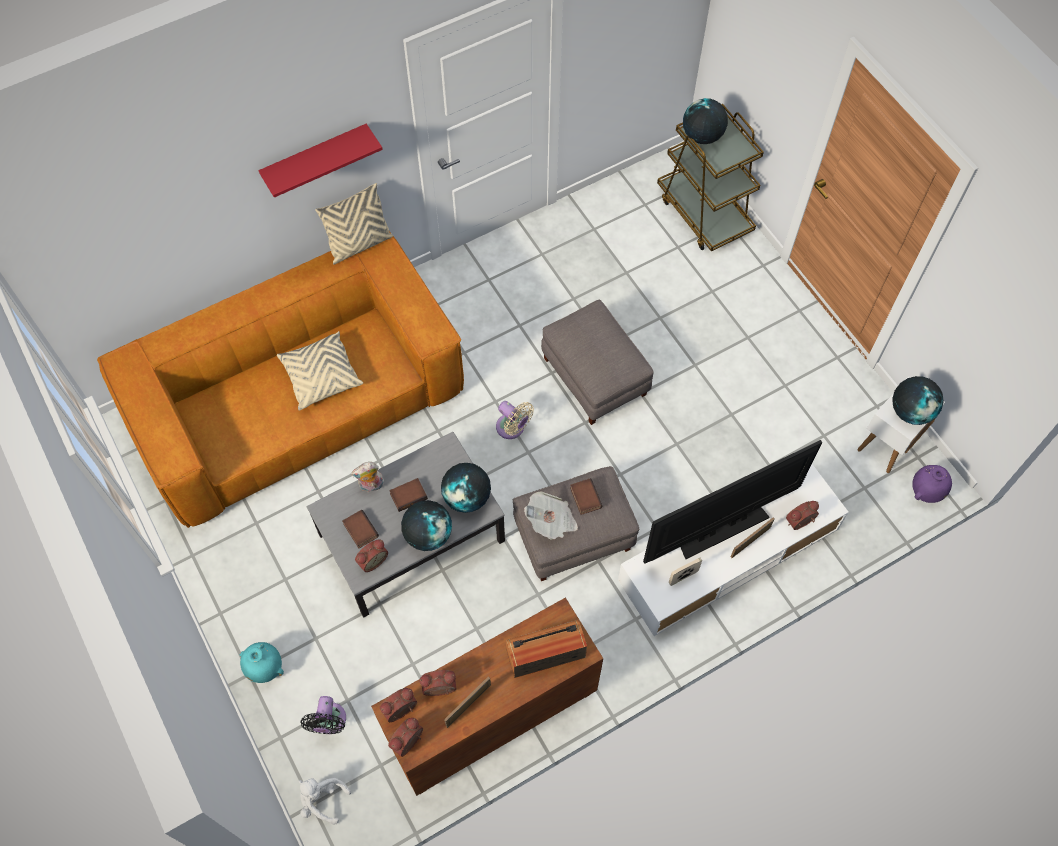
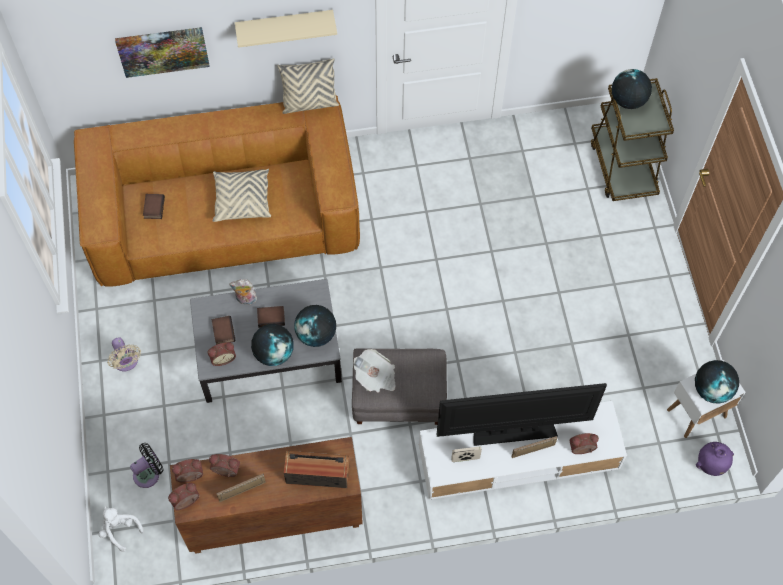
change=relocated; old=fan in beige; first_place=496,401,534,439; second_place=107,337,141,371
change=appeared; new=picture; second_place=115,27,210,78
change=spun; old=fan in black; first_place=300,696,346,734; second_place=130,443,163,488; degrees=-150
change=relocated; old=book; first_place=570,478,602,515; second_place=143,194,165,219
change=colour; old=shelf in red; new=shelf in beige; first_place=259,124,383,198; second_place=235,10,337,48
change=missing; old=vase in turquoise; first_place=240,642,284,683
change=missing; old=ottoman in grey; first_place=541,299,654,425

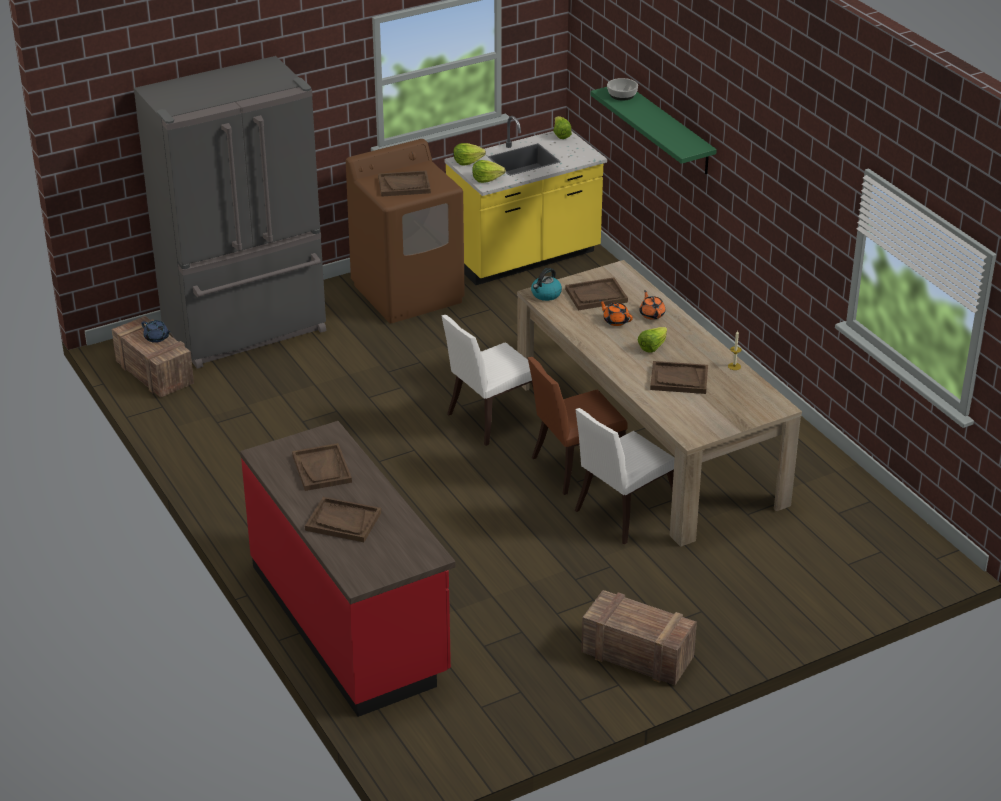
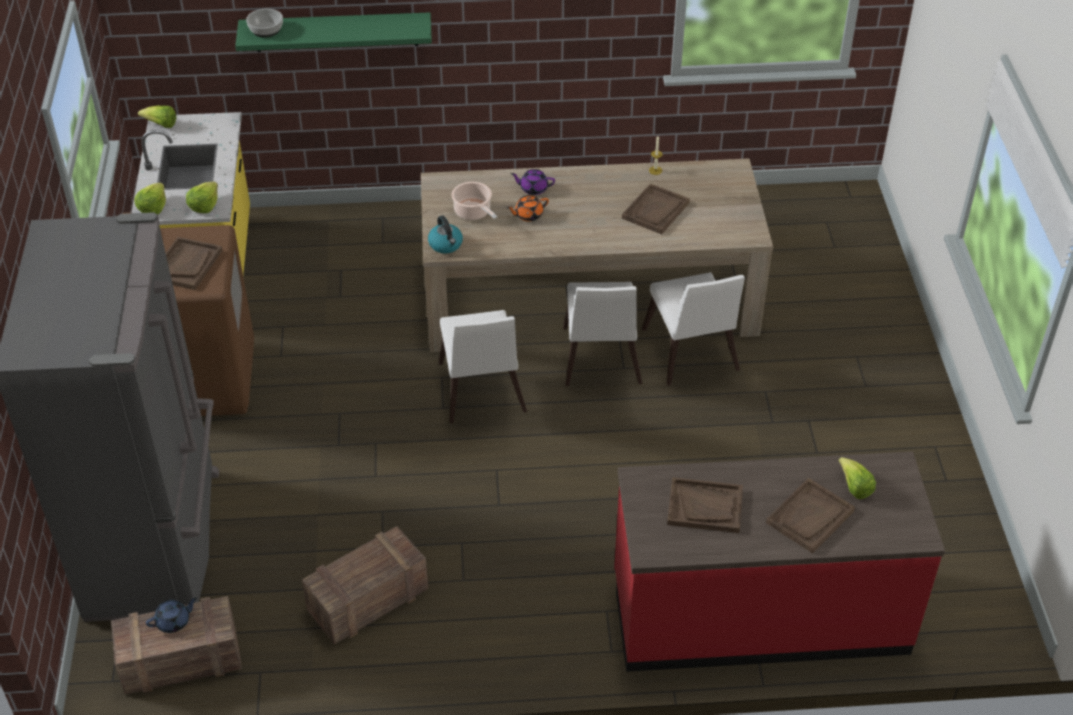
change=relocated; old=crate; first_place=581,590,697,685; second_place=302,526,428,644
change=exchanged; old=tray in brown; new=cooking pot; first_place=565,277,628,310; second_place=451,182,497,220
change=colour; old=teapot in orange; new=teapot in purple; first_place=639,290,665,320; second_place=511,169,555,195
change=colour; old=chair in brown; new=chair in white; first_place=528,357,628,495; second_place=563,282,642,386
change=relocated; old=lettuce; first_place=638,327,667,352; second_place=838,457,876,499

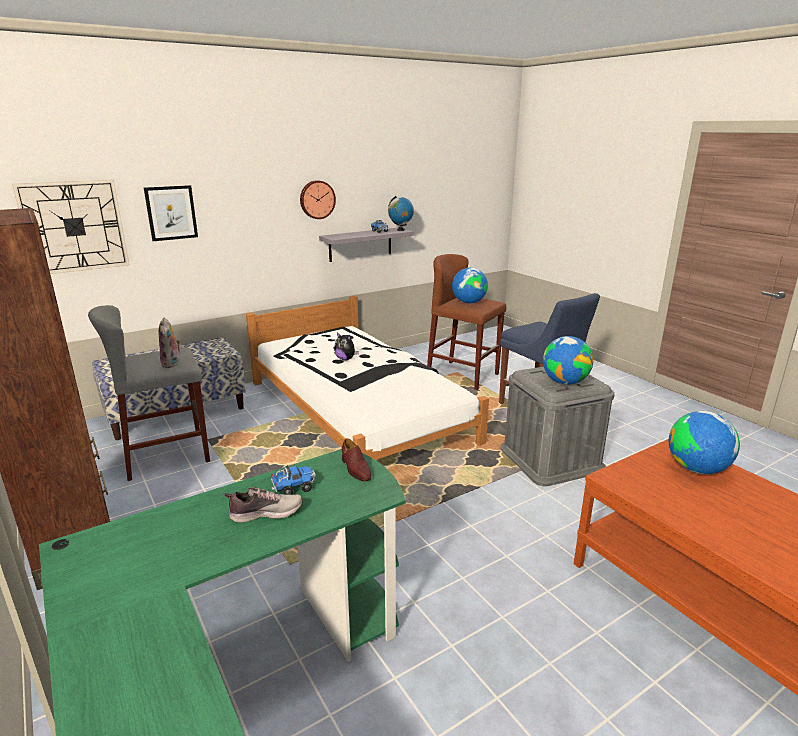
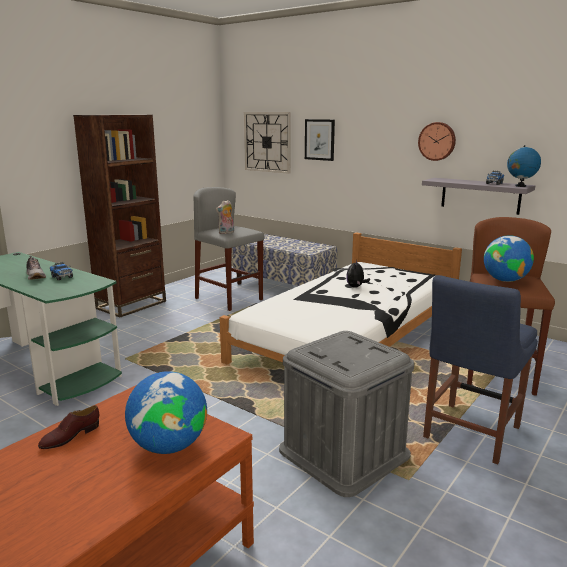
change=relocated; old=shoe in brown; first_place=342,438,371,482; second_place=38,405,99,449
change=missing; old=globe; first_place=543,336,593,385

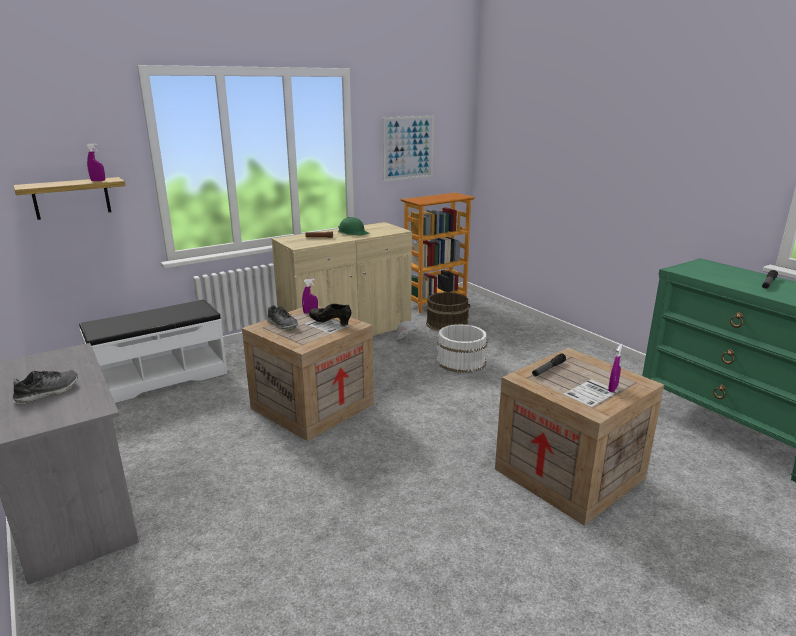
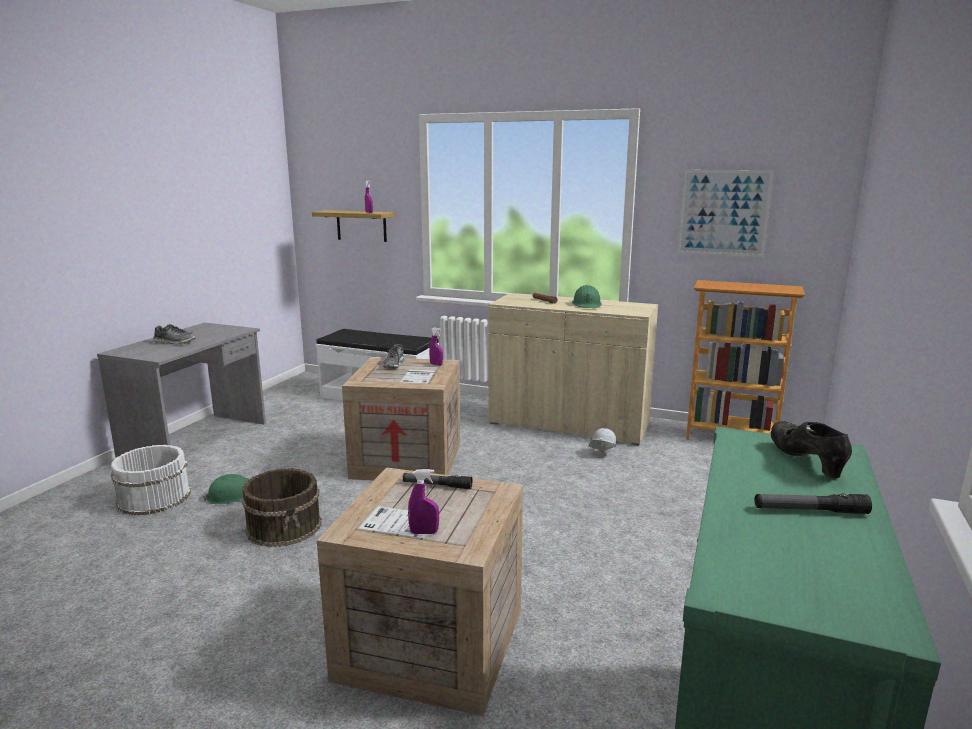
change=relocated; old=bucket in white; first_place=437,324,487,373; second_place=111,445,191,515
change=appeared; new=hard hat in green; second_place=202,474,249,504
change=relocated; old=bucket in brown; first_place=426,292,470,331; second_place=241,468,322,547
change=relocated; old=shoe in black; first_place=309,304,351,325; second_place=771,421,852,479

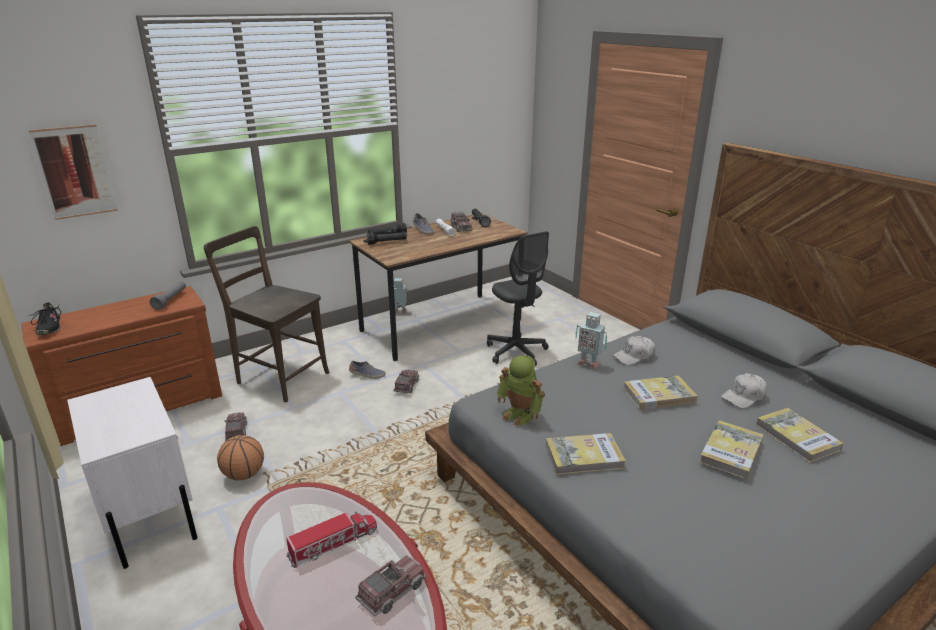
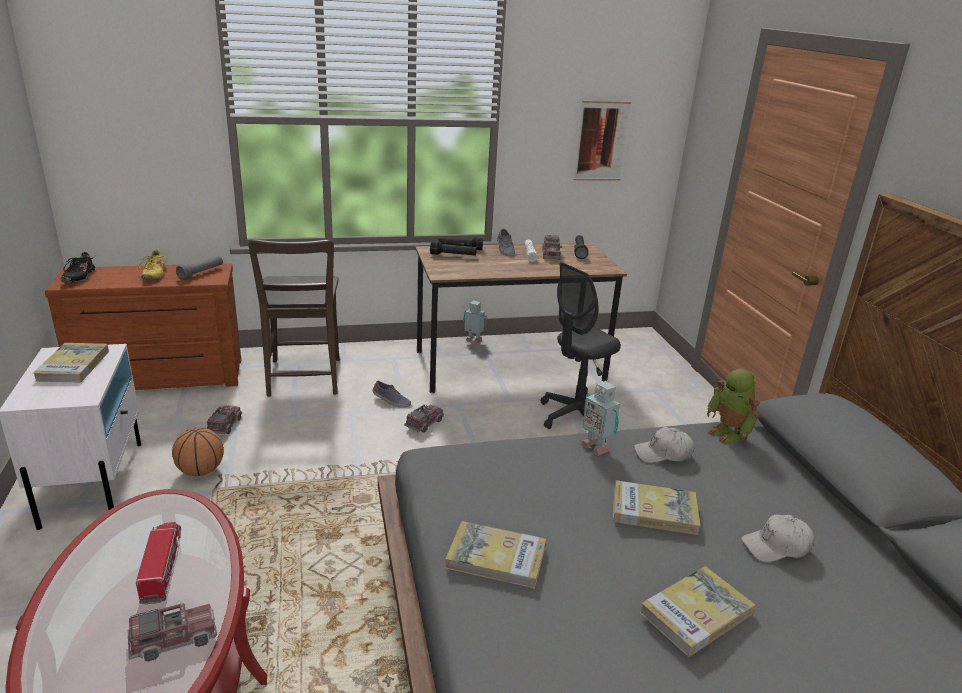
change=relocated; old=book; first_place=756,408,843,462; second_place=33,343,109,383
change=spun; old=toy truck; first_place=286,512,377,568; second_place=136,522,181,604; degrees=-90
change=appeared; new=shoe in yellow; second_place=139,250,167,280
change=spun; old=chair in brown; first_place=204,226,330,402; second_place=248,239,340,397; degrees=-150
change=spun; old=office chair in grey; first_place=487,231,549,366; second_place=541,262,621,429; degrees=60
change=relocated; old=picture; first_place=28,124,118,220; second_place=574,101,631,181
change=relocated; old=toy robot; first_place=497,356,545,426; second_place=707,369,760,444

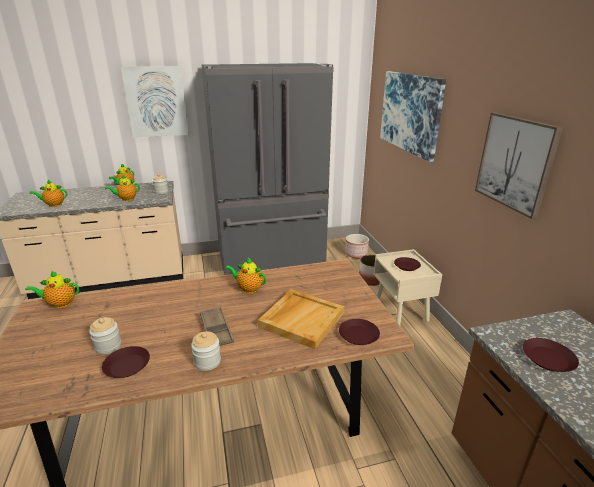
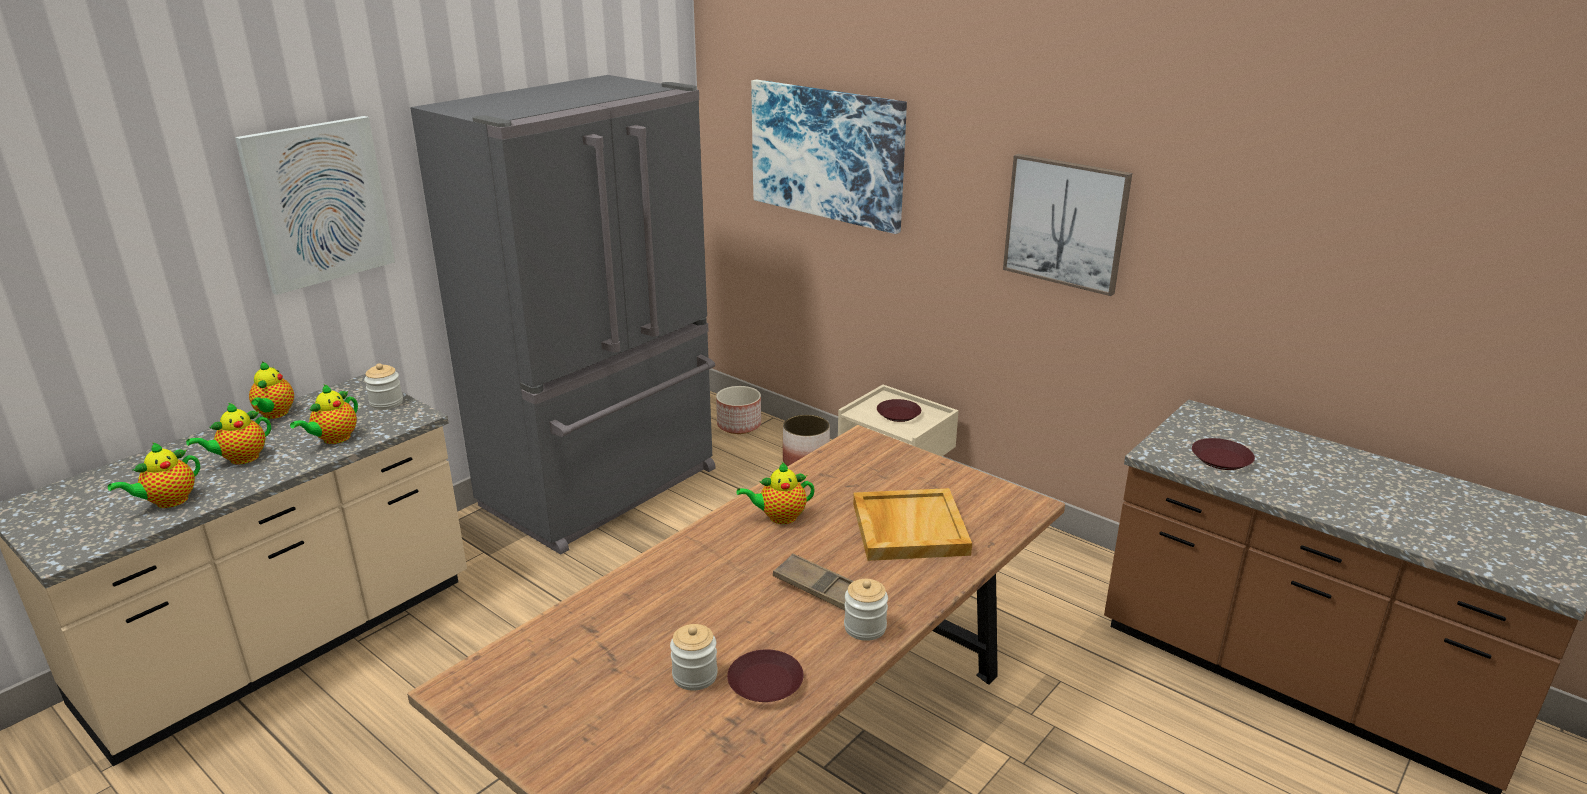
change=relocated; old=teapot; first_place=25,271,79,308; second_place=186,403,271,464
change=missing; old=plate in brown; first_place=339,319,380,345

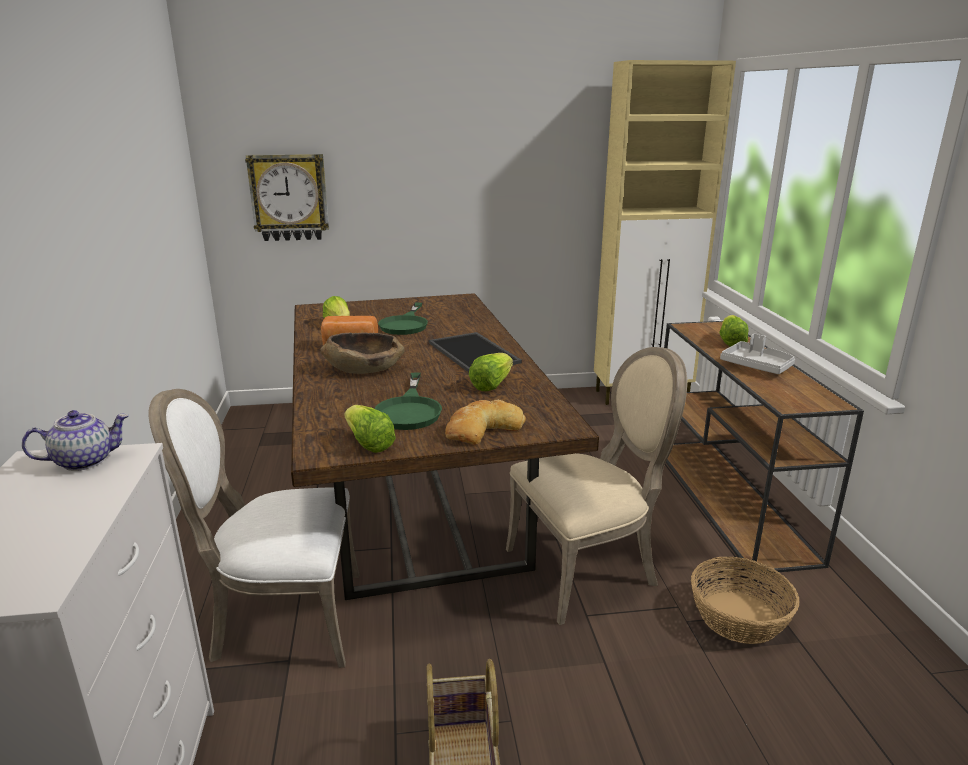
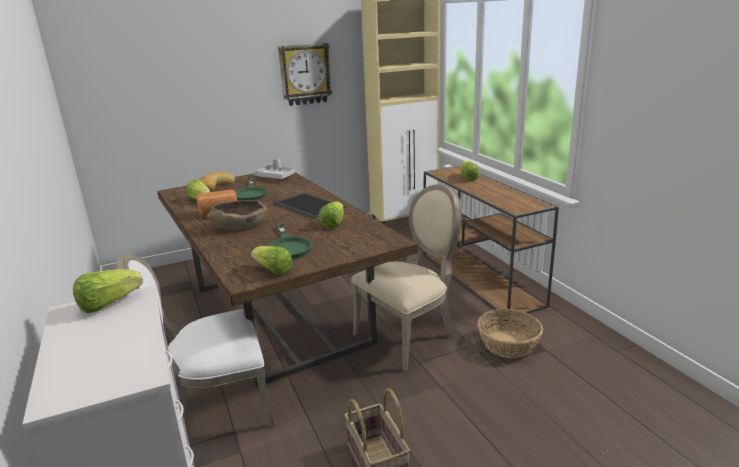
change=exchanged; old=teapot; new=lettuce; first_place=22,410,129,471; second_place=73,269,143,313
change=relocated; old=bread; first_place=445,400,526,445; second_place=200,171,235,190
change=relocated; old=tray in grey; first_place=720,333,795,374; second_place=254,159,295,179
change=relocated; old=wall clock; first_place=245,154,329,241; second_place=278,43,332,106

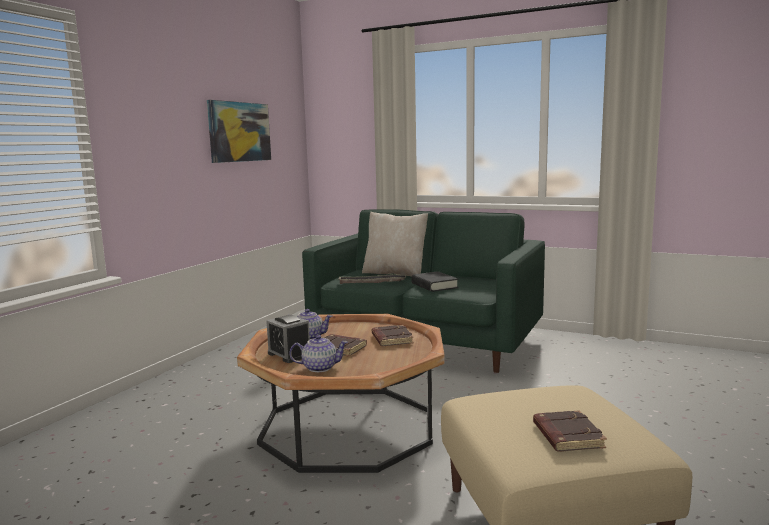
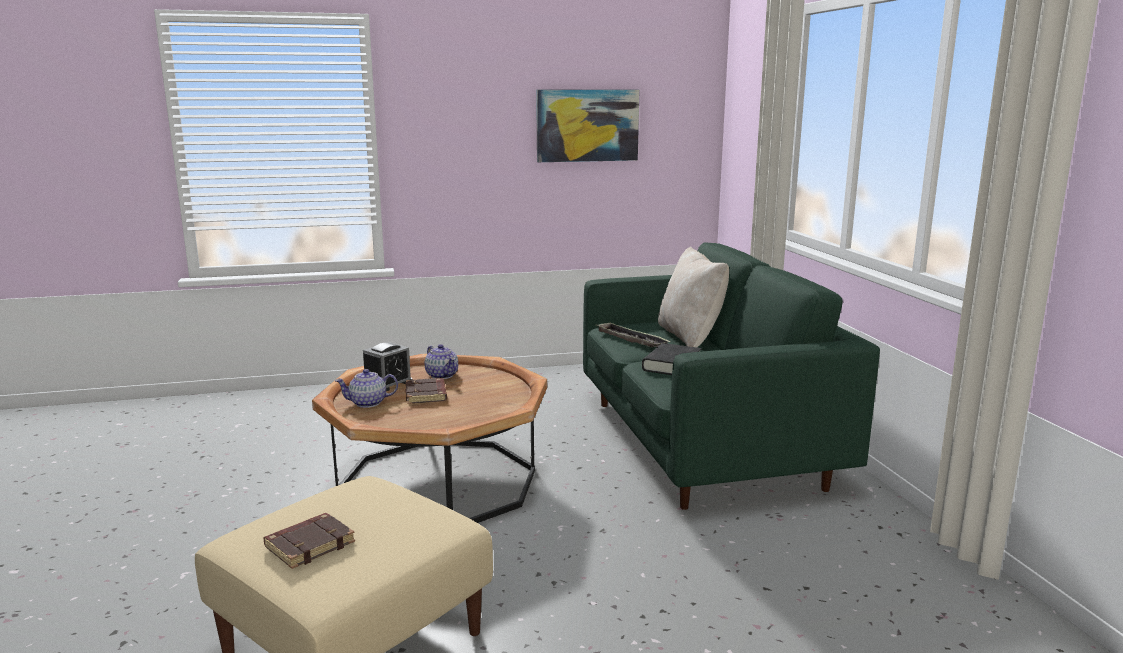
change=spun; old=teapot; first_place=289,335,348,372; second_place=335,369,398,408; degrees=120
change=spun; old=alarm clock; first_place=266,315,310,363; second_place=363,342,412,391; degrees=-150
change=missing; old=book in brown; first_place=372,325,414,346

